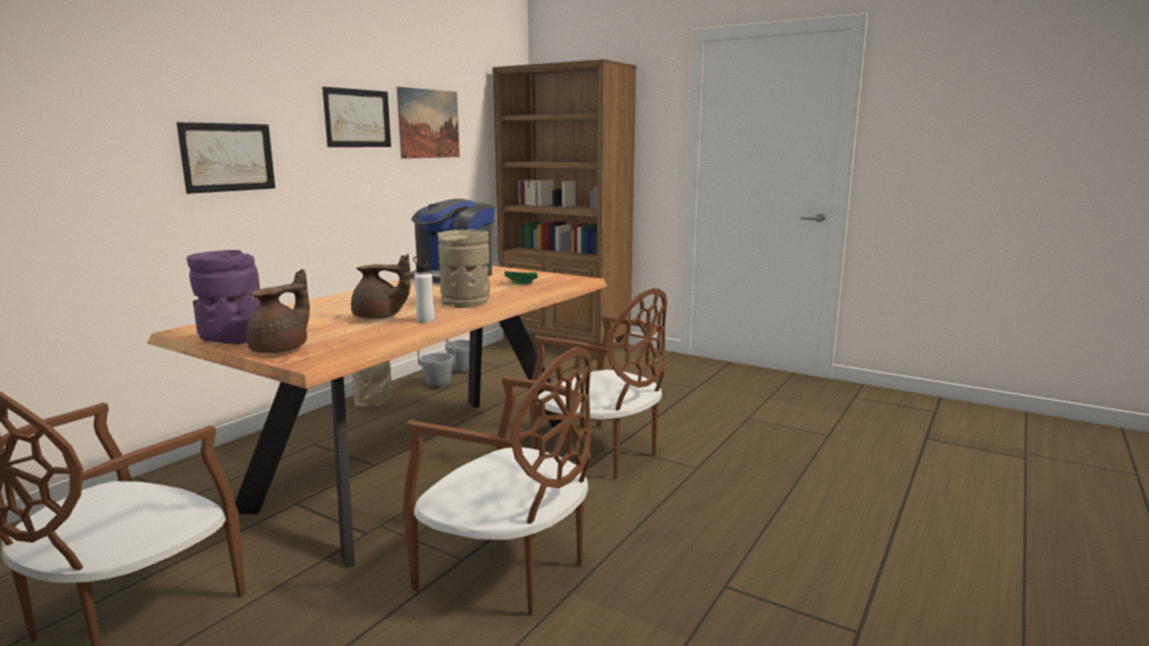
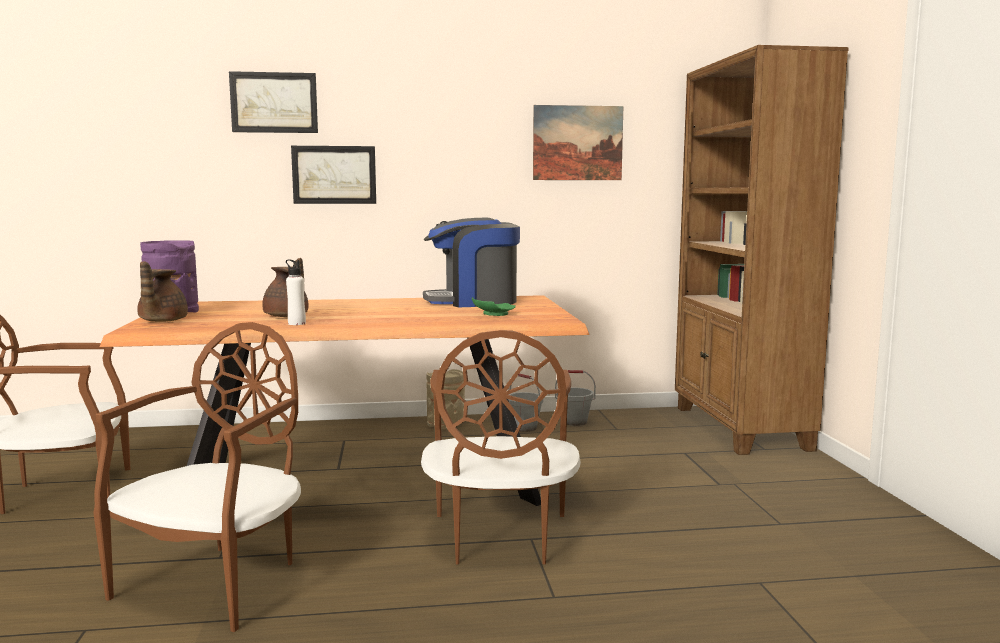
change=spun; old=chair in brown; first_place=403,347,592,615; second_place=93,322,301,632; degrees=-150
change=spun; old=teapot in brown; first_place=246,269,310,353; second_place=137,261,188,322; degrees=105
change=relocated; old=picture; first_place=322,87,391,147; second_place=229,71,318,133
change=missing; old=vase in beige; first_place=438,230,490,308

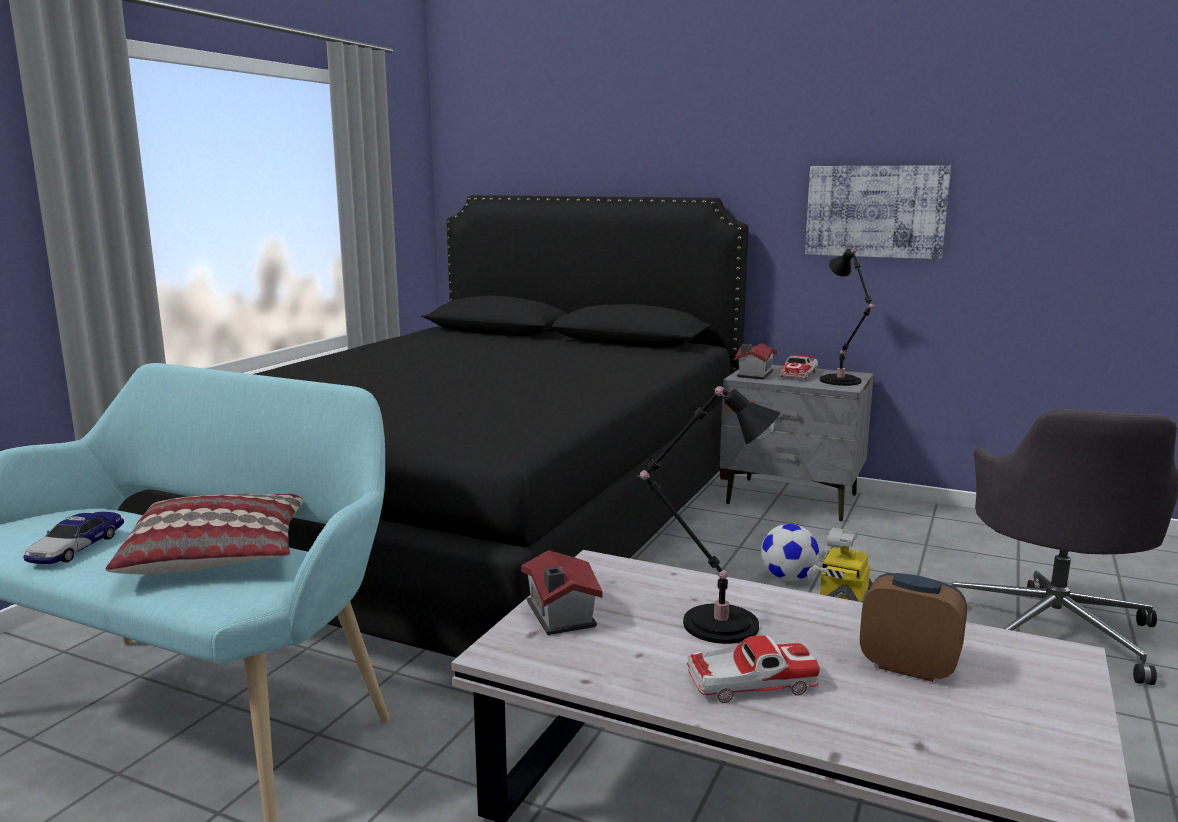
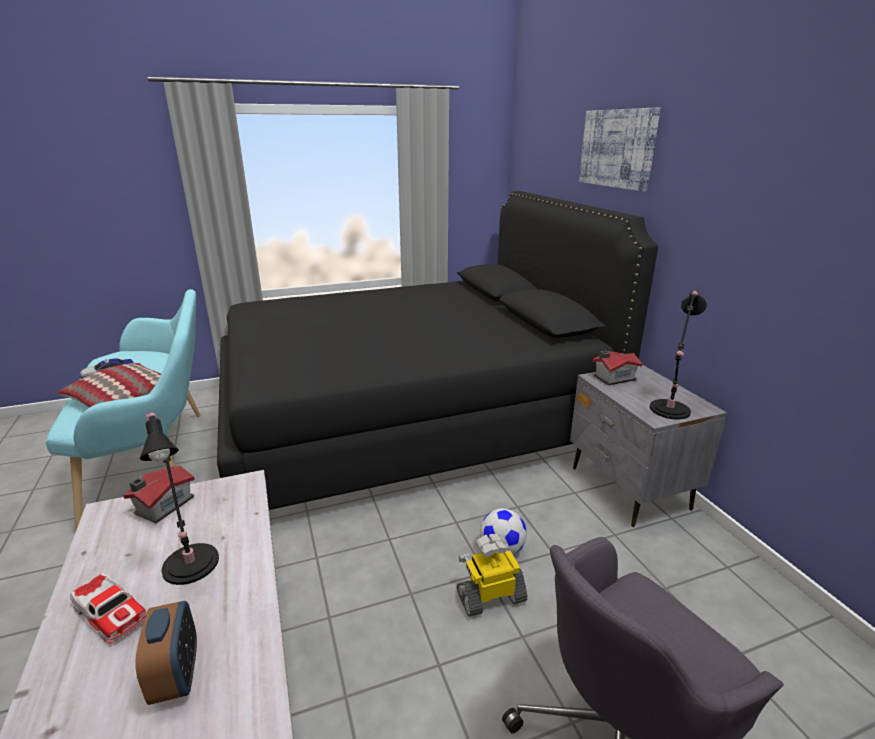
change=relocated; old=picture; first_place=805,165,951,259; second_place=579,107,661,192
change=missing; old=toy car; first_place=780,355,818,380

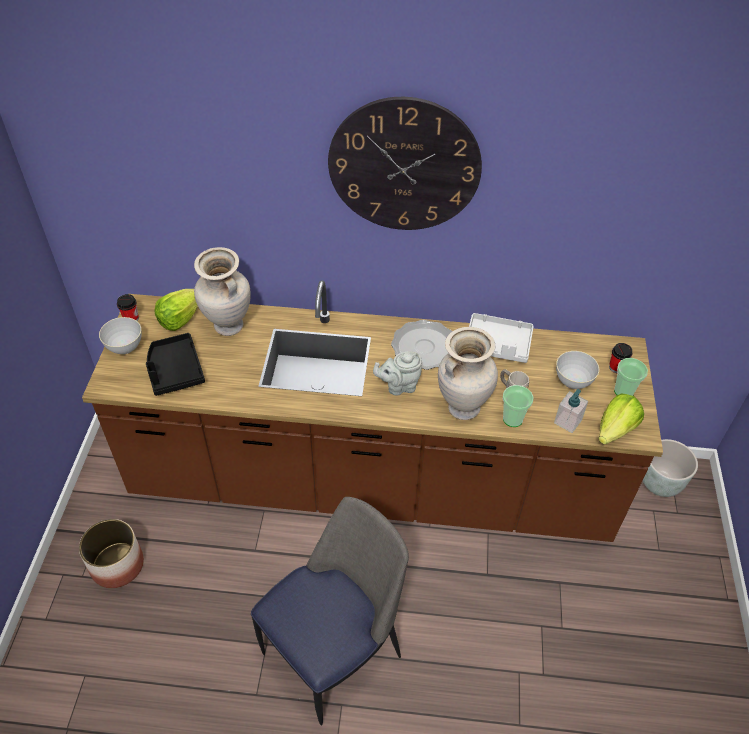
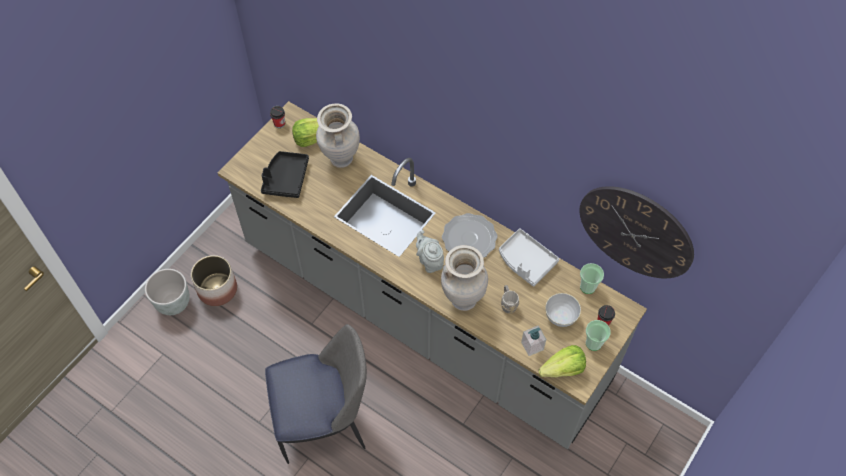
change=relocated; old=planter in grey; first_place=643,439,698,497; second_place=145,269,190,315
change=colour; old=counter in brown; new=counter in grey; first_place=82,280,663,542; second_place=218,101,647,449
change=spun; old=teapot in grey; first_place=373,351,422,396; second_place=416,230,444,273; degrees=45
change=relocated; old=wall clock; first_place=328,97,482,230; second_place=579,186,694,278
change=relocated; old=cup; first_place=503,385,533,427; second_place=580,263,604,294
change=missing; old=bowl in grey; first_place=99,317,142,354

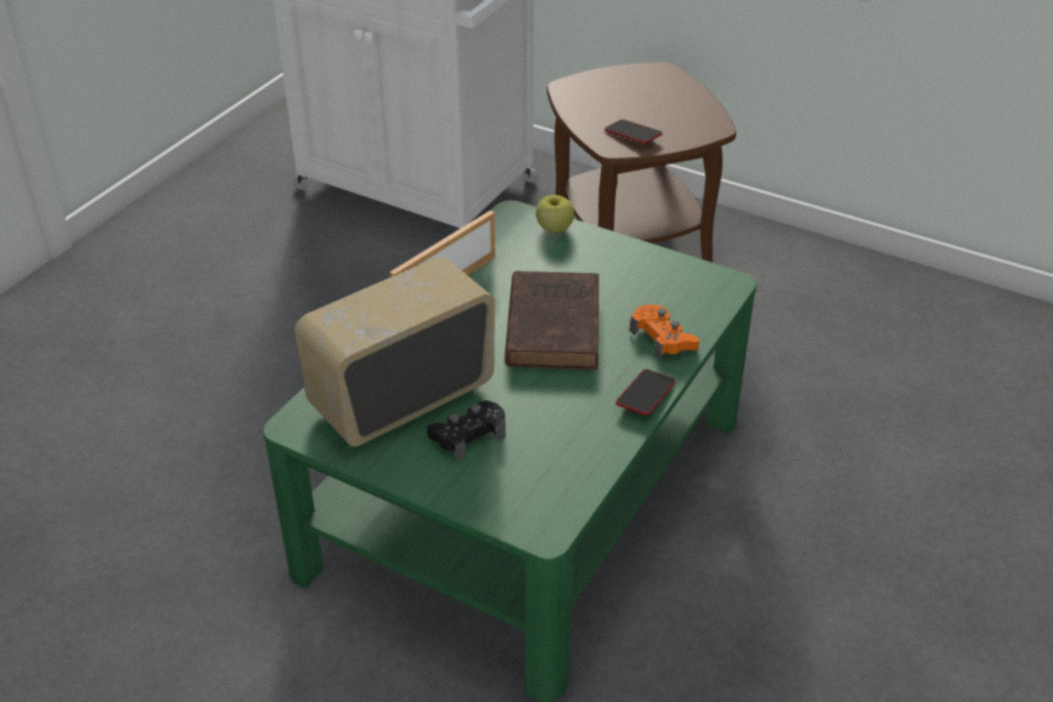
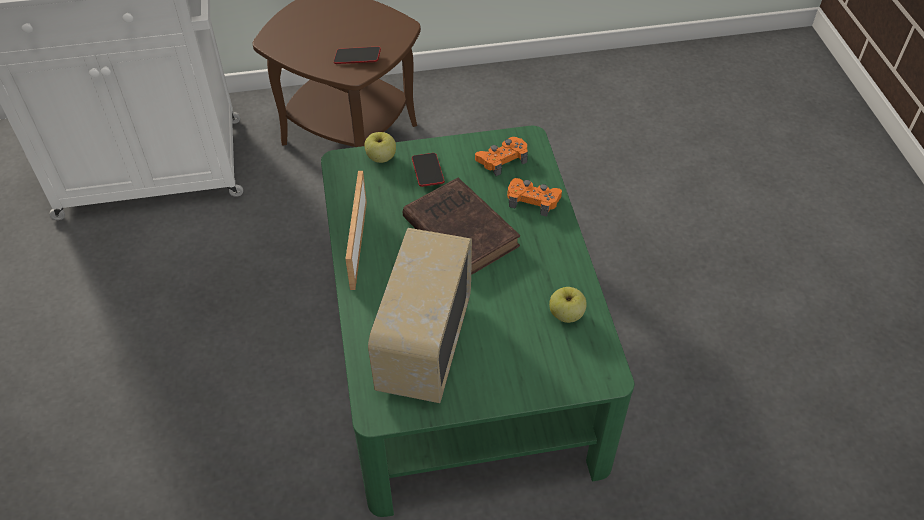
change=relocated; old=phone; first_place=616,369,676,415; second_place=412,153,444,187
change=appeared; new=game controller in orange; second_place=475,137,528,176
change=appeared; new=apple; second_place=549,287,587,323
change=missing; old=game controller in black; first_place=427,400,506,460

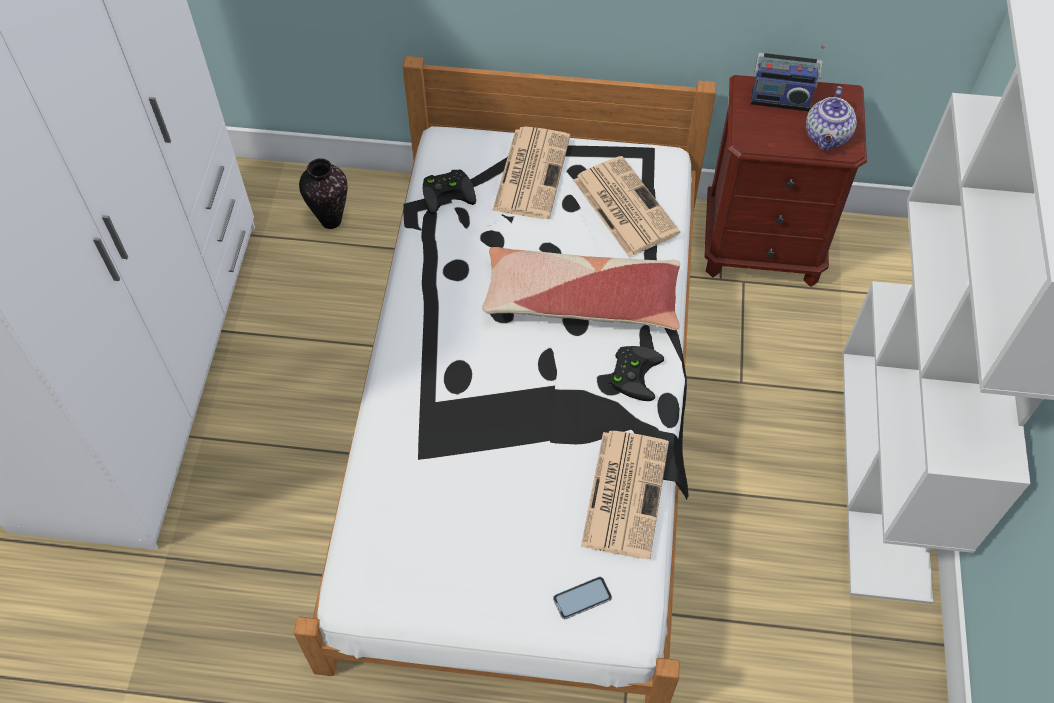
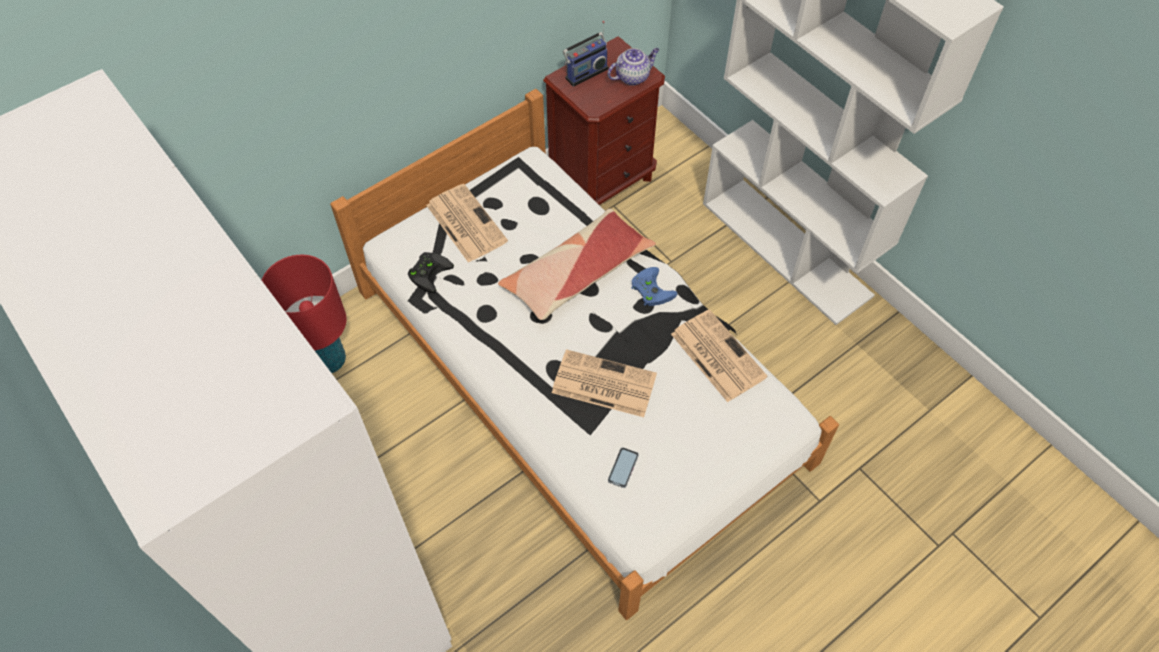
change=exchanged; old=vase; new=table lamp in red; first_place=299,158,348,229; second_place=262,255,346,373
change=relocated; old=newspaper; first_place=573,156,680,257; second_place=552,349,657,417
change=spun; old=teapot; first_place=806,86,857,150; second_place=607,48,659,86; degrees=-90
change=relocated; old=phone; first_place=553,577,612,619; second_place=608,447,639,488
change=colour; old=game controller in black; new=game controller in blue; first_place=609,346,664,401; second_place=631,267,677,306

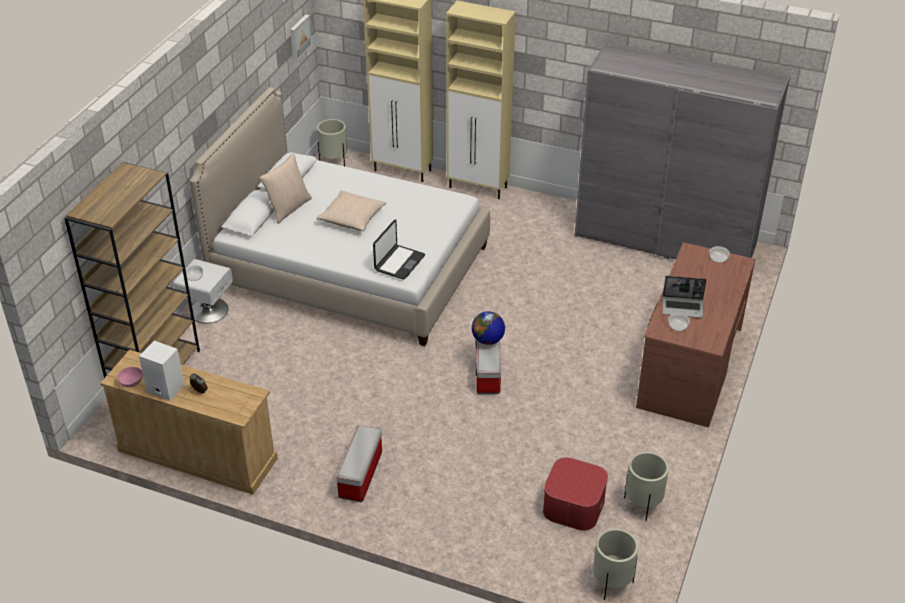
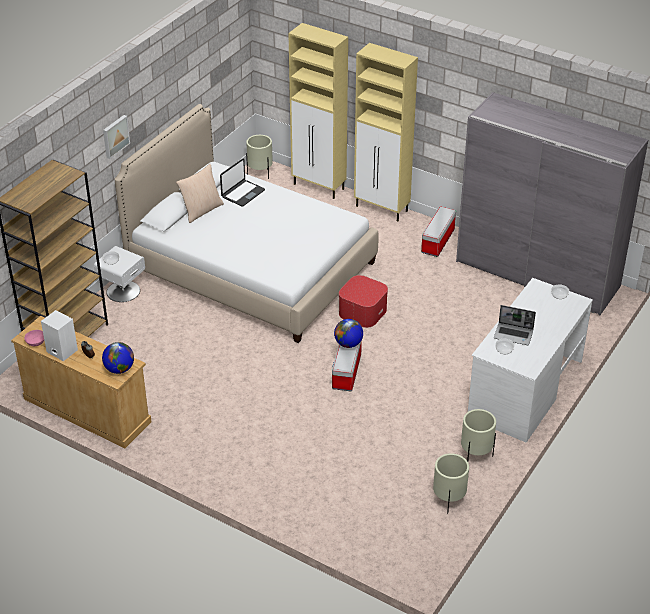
change=appeared; new=globe; second_place=102,342,134,374
change=relocated; old=picture; first_place=290,15,312,60; second_place=103,115,130,159
change=relocated; old=laptop; first_place=373,219,425,280; second_place=220,158,265,206
change=relocated; old=ottoman; first_place=543,457,608,531; second_place=339,275,388,328
change=relocated; old=storage box; first_place=336,425,382,502; second_place=421,206,456,257
change=relocated; old=planter in beige; first_place=593,528,638,600; second_place=461,409,496,461
change=colour; old=desk in brown; new=desk in white; first_place=636,242,755,428; second_place=468,278,593,442
change=missing; old=pillow in beige; first_place=316,191,386,231

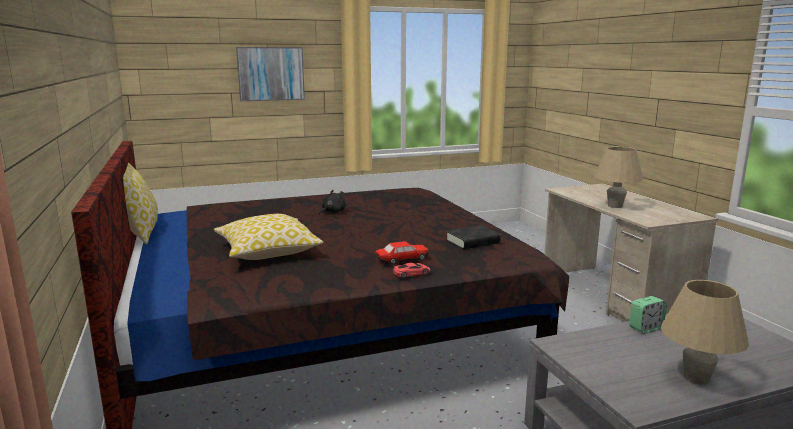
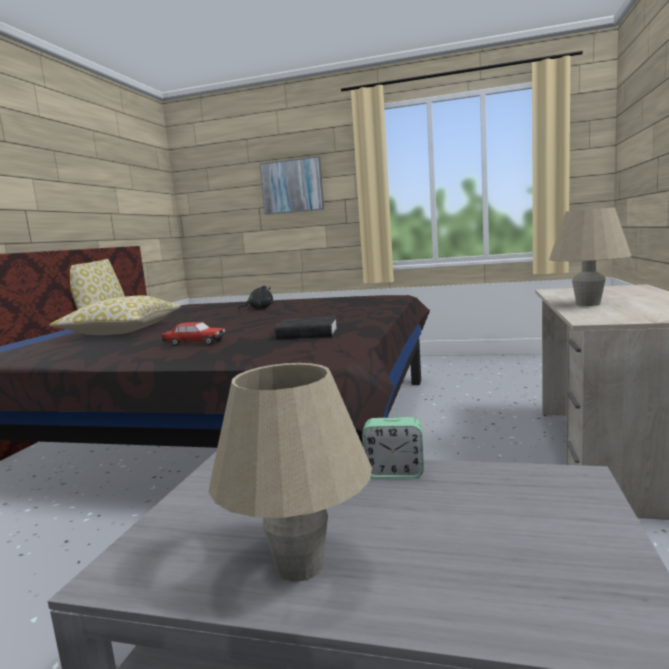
change=missing; old=toy car in red; first_place=393,263,430,278

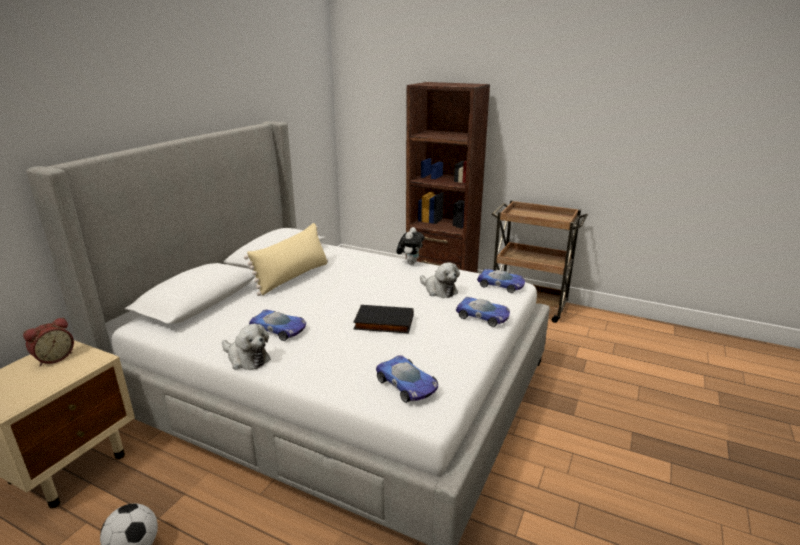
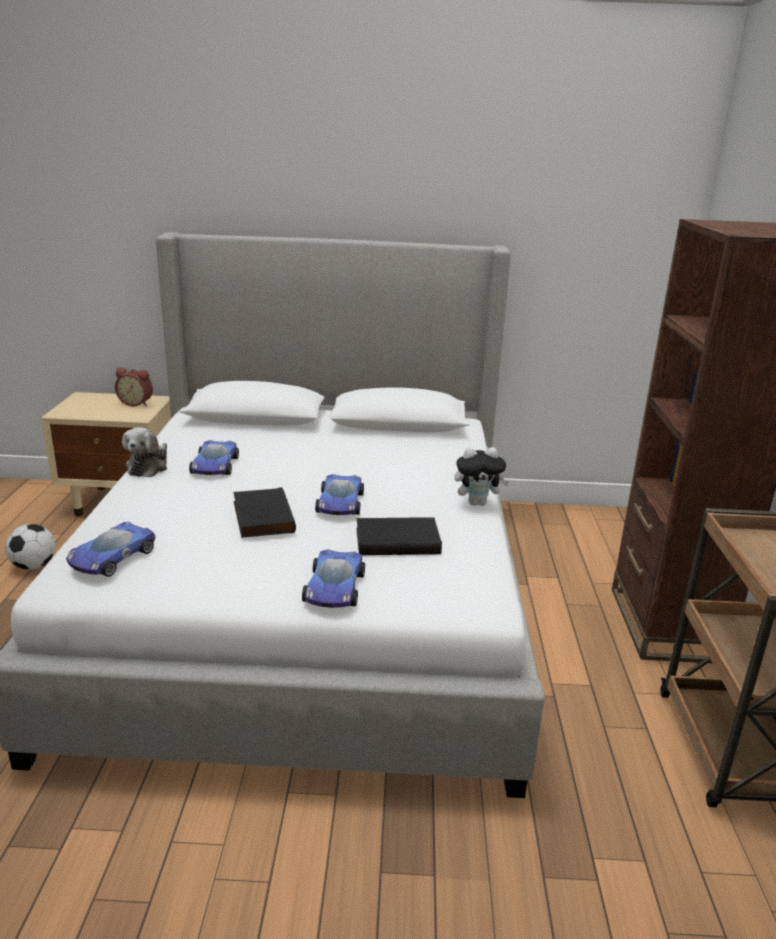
change=relocated; old=toy car; first_place=477,269,525,293; second_place=315,474,364,515
change=exchanged; old=plush toy; new=book in black; first_place=420,262,460,298; second_place=356,517,442,555
change=missing; old=pillow in beige; first_place=244,223,328,296

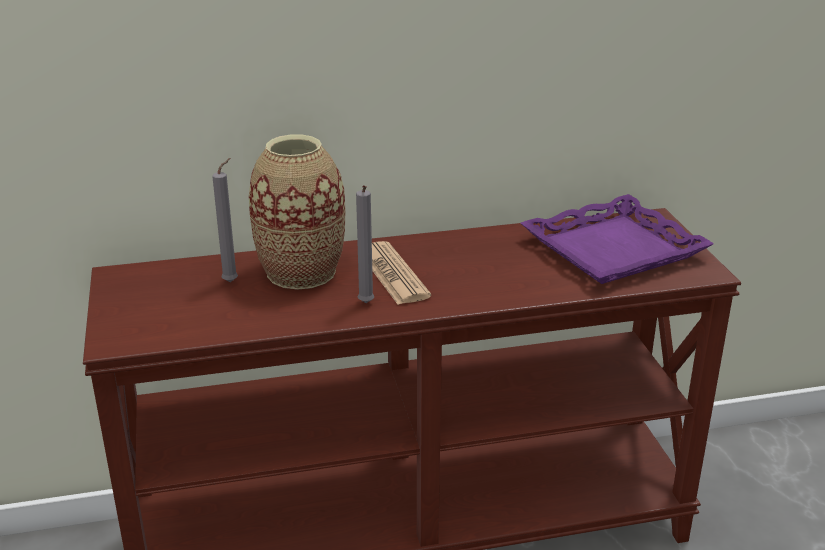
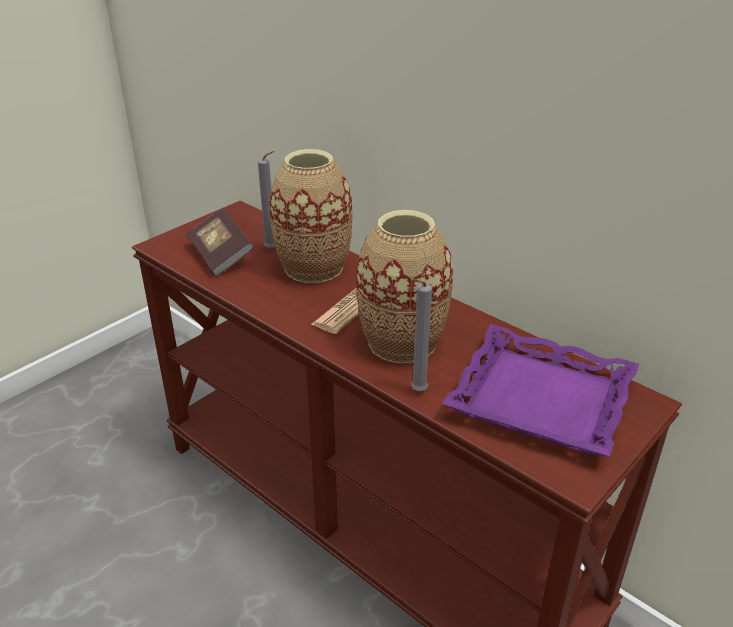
change=appeared; new=book; second_place=187,208,254,277
change=appeared; new=vase; second_place=357,210,453,363
change=relocated; old=candle in grey; first_place=356,185,374,303; second_place=411,279,432,391

